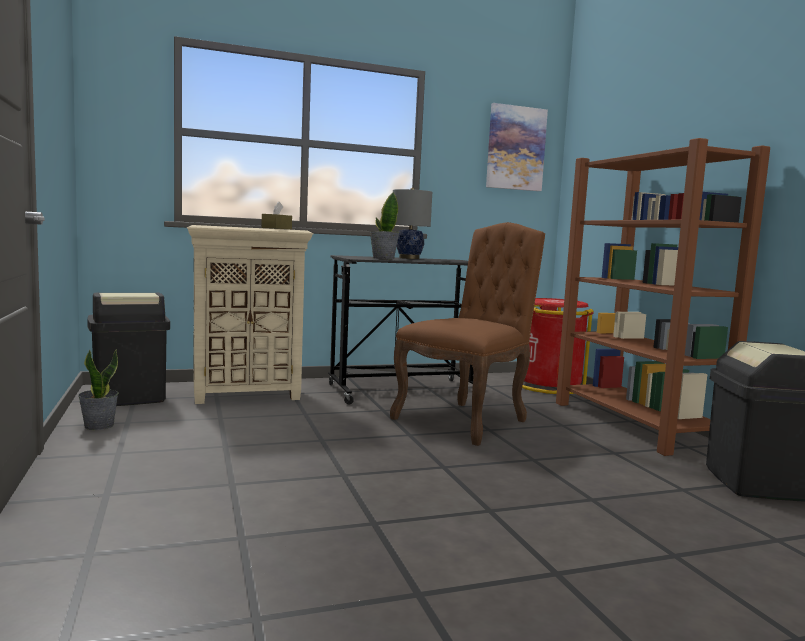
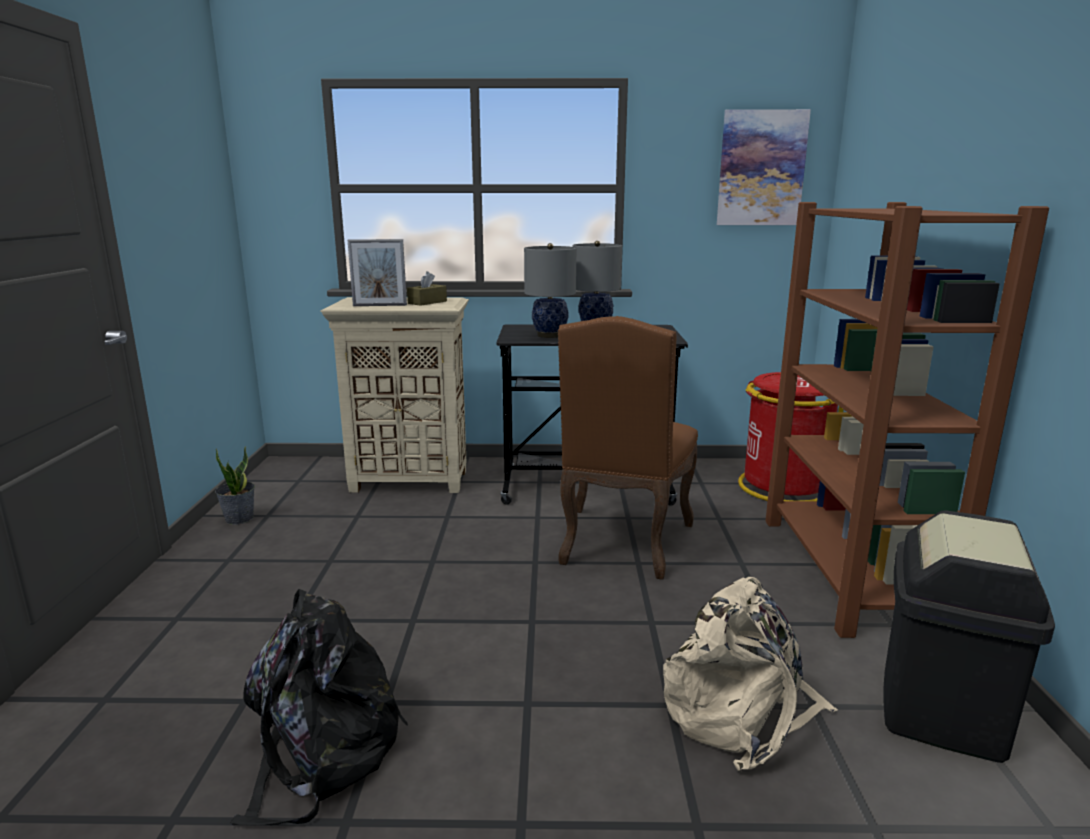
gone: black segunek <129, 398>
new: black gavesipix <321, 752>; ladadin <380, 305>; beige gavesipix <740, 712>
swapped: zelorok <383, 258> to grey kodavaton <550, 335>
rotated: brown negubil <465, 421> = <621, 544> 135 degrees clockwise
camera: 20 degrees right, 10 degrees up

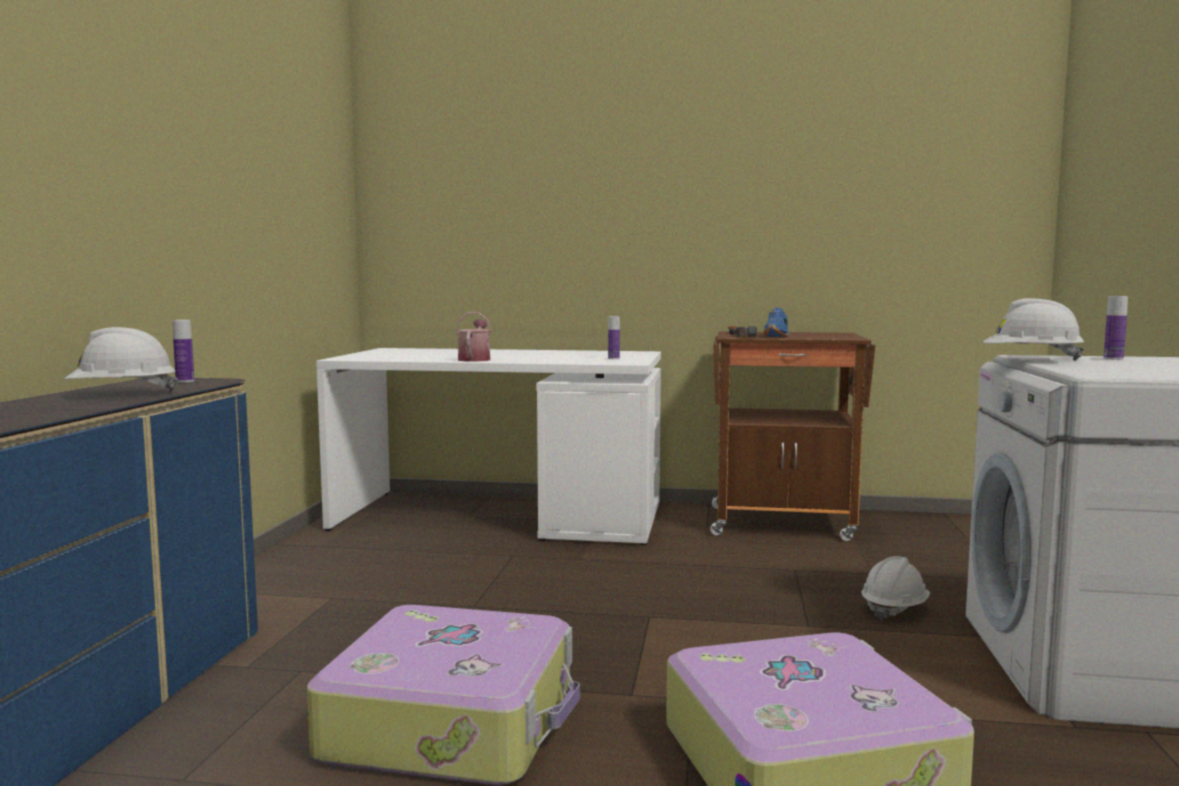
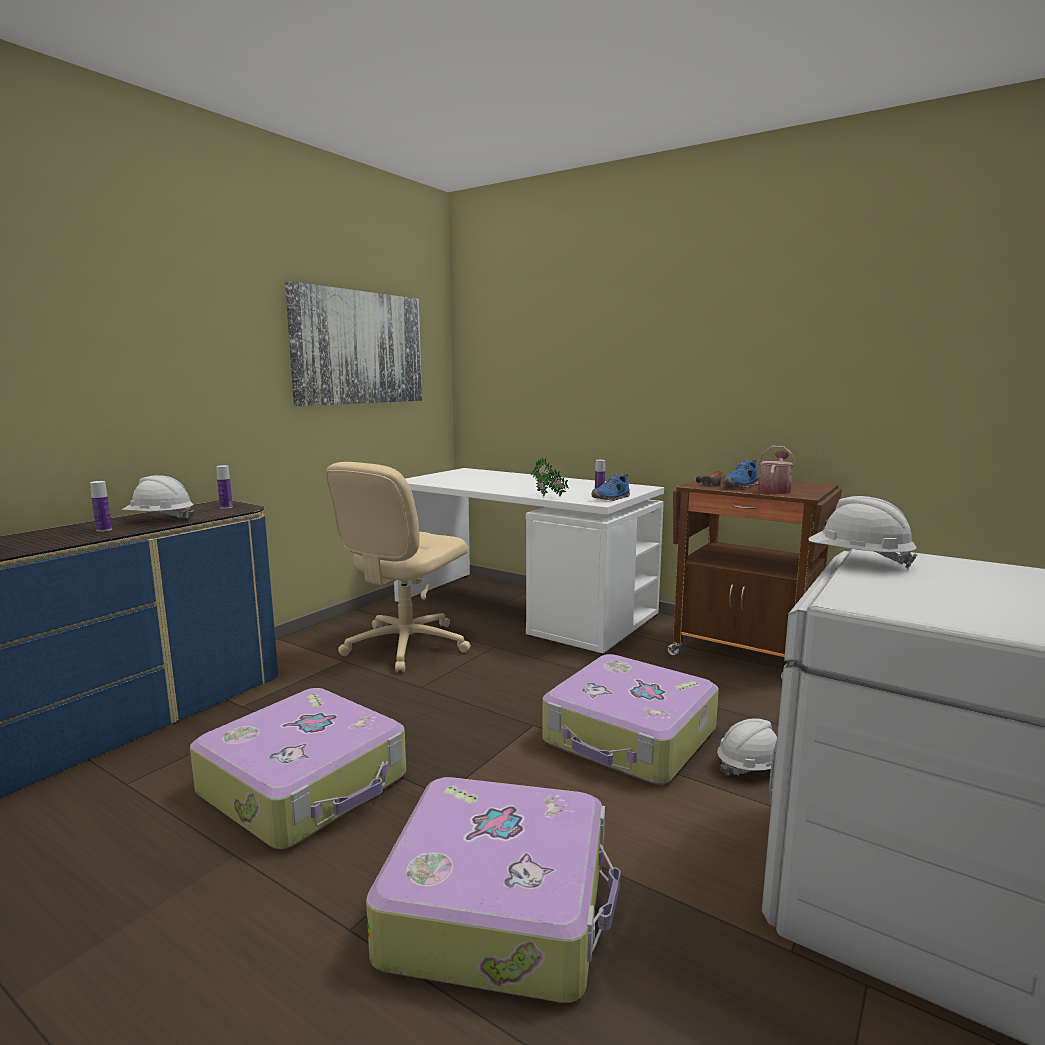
new: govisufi <359, 348>; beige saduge <406, 645>; zelorok <549, 497>; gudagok <630, 737>; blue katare <612, 498>
shifted: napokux <1113, 359> to <104, 530>; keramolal <475, 359> to <775, 490>
camera: 25 degrees right, 5 degrees up

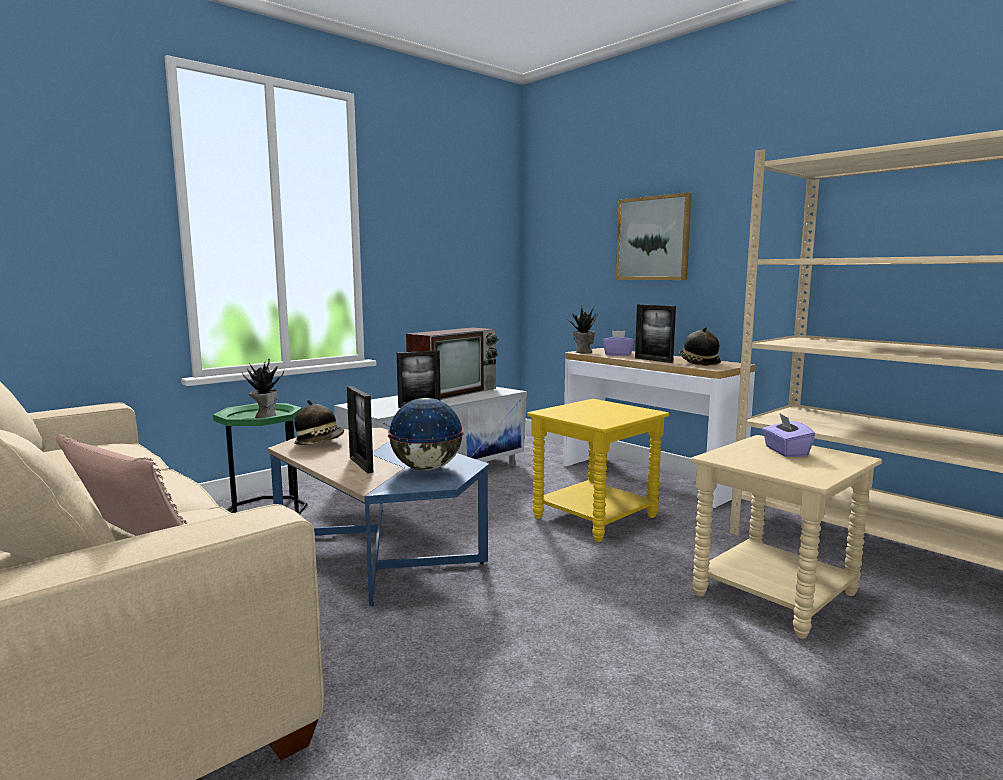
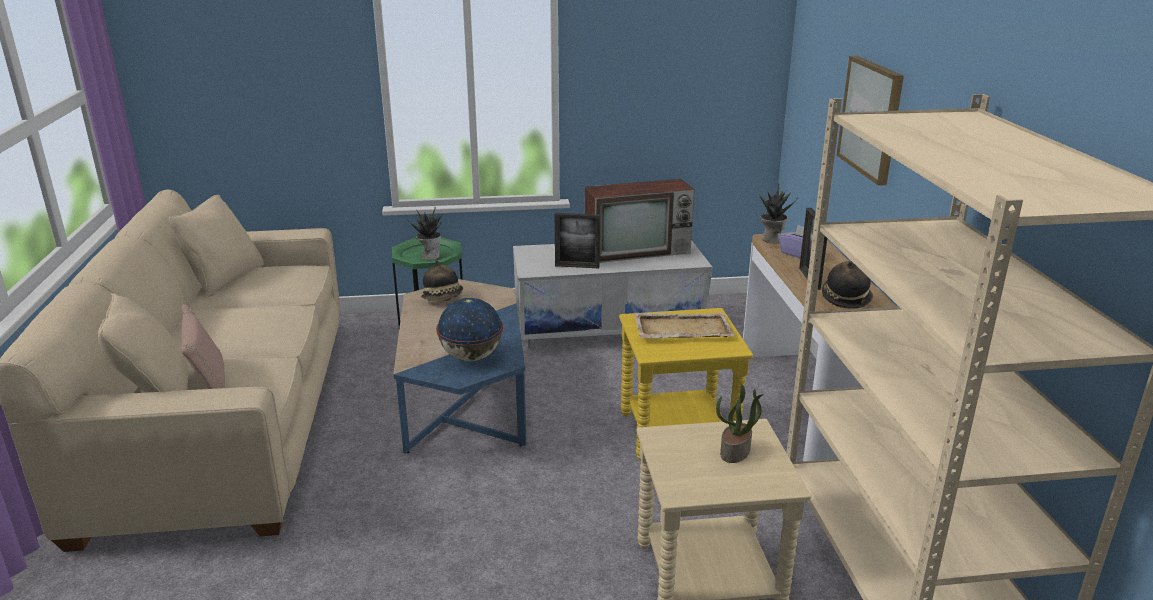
gone: ladadin <361, 464>
new: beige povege <681, 329>
swapped: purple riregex <785, 452> to zelorok <735, 452>
camera: 35 degrees right, 15 degrees up

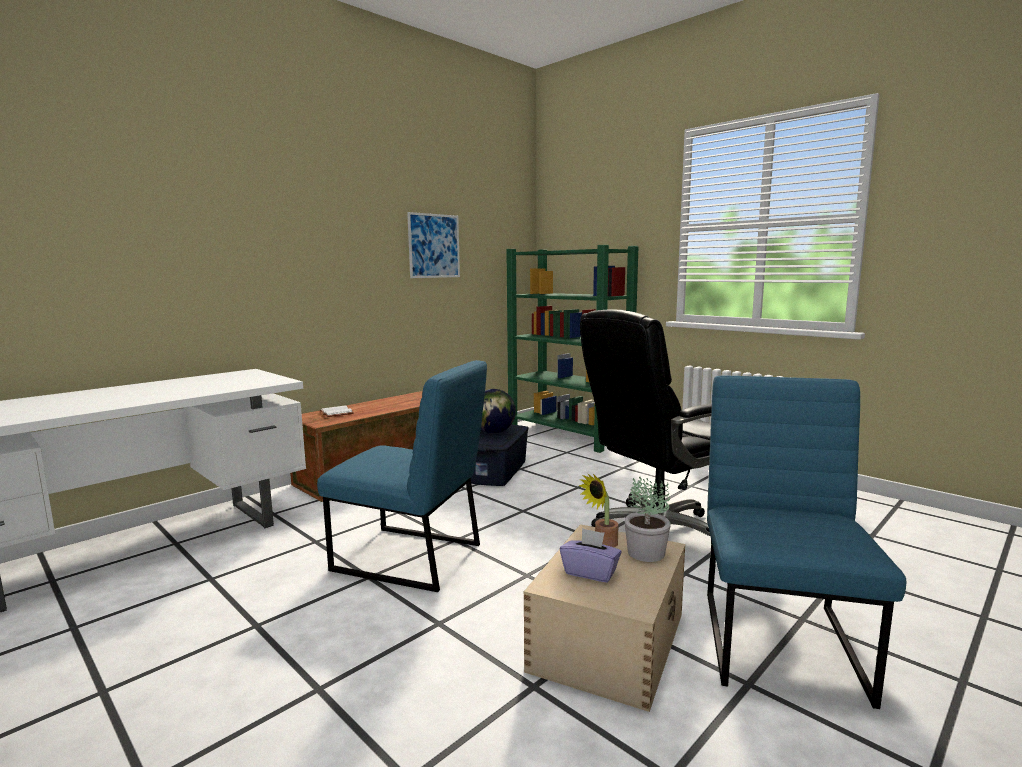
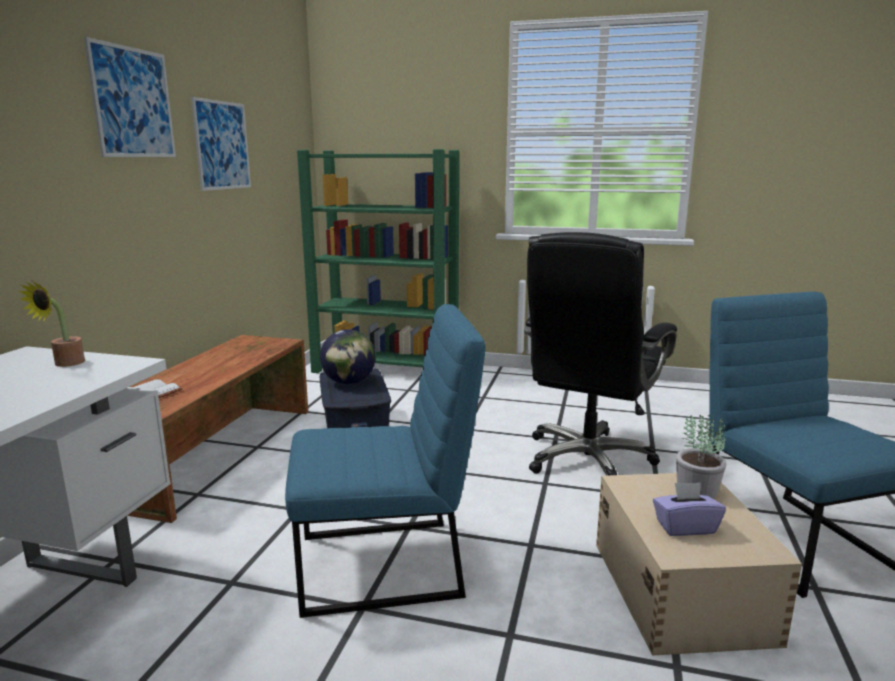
new: govisufi <133, 103>
shifted: zelorok <602, 544> to <64, 364>
camera: 30 degrees left, 5 degrees up

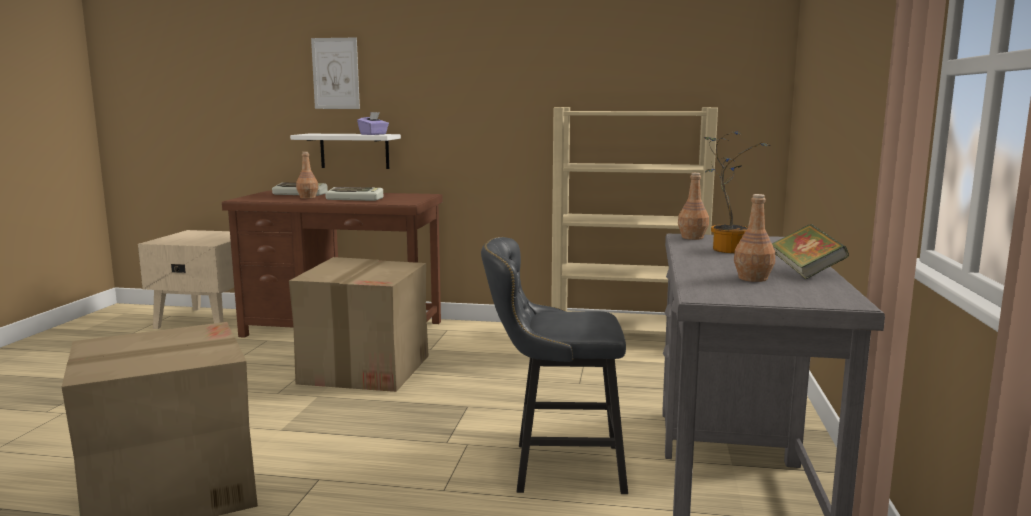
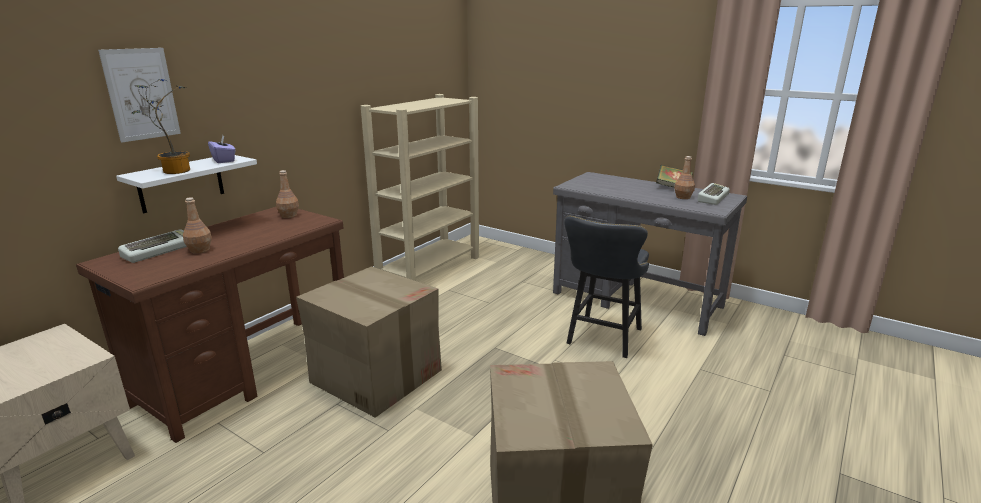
shifted: zelorok <726, 249> to <173, 171>; brown napokux <693, 237> to <289, 215>; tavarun <355, 199> to <712, 197>
camera: 65 degrees left, 10 degrees up

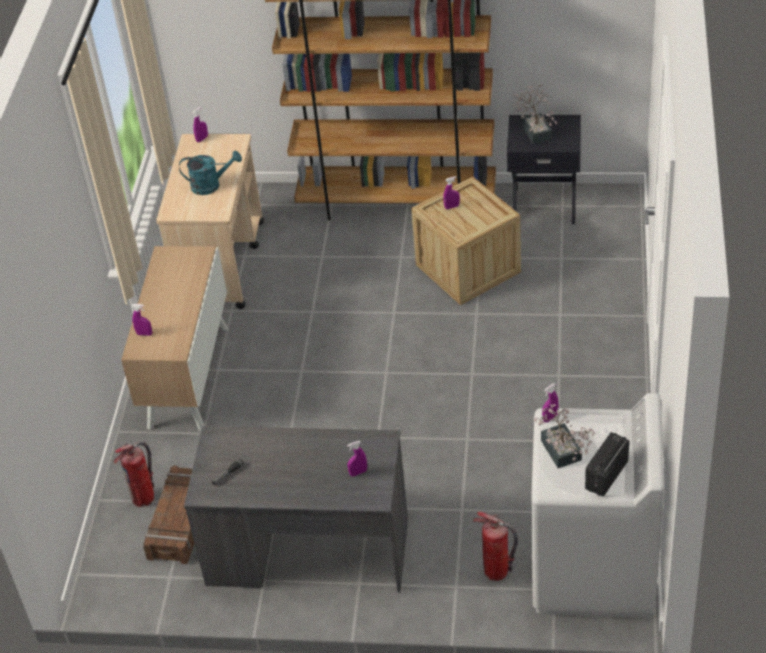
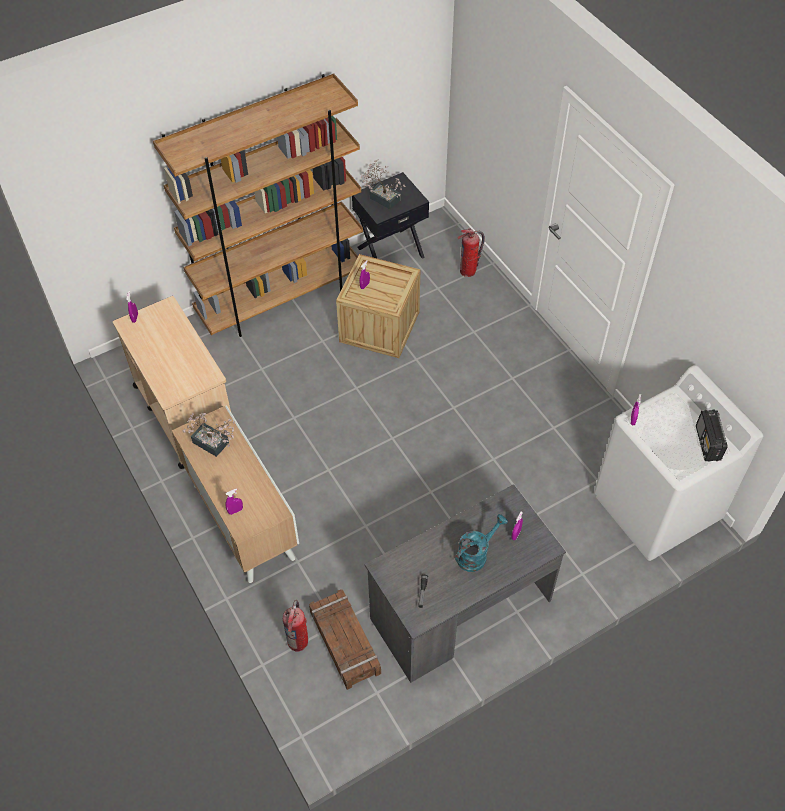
shifted: zelorok <563, 454> to <213, 445>; turquoise keramolal <211, 185> to <476, 554>; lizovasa <496, 571> to <468, 271>
camera: 40 degrees left, 10 degrees up

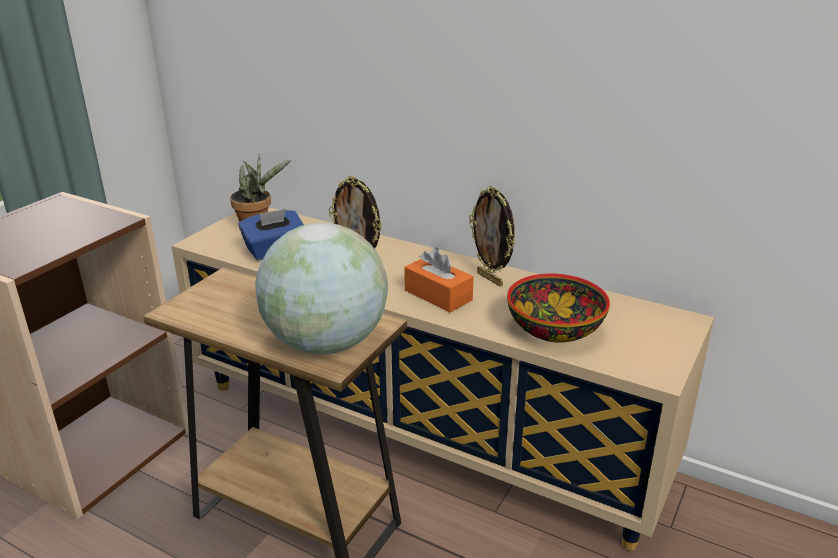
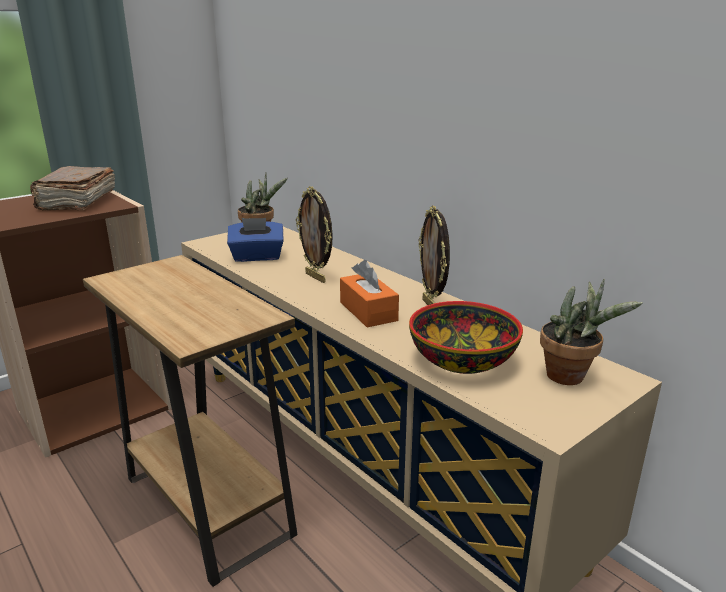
gone: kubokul <326, 343>
new: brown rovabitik <76, 202>; zelorok <571, 377>
camera: 20 degrees right, 5 degrees down

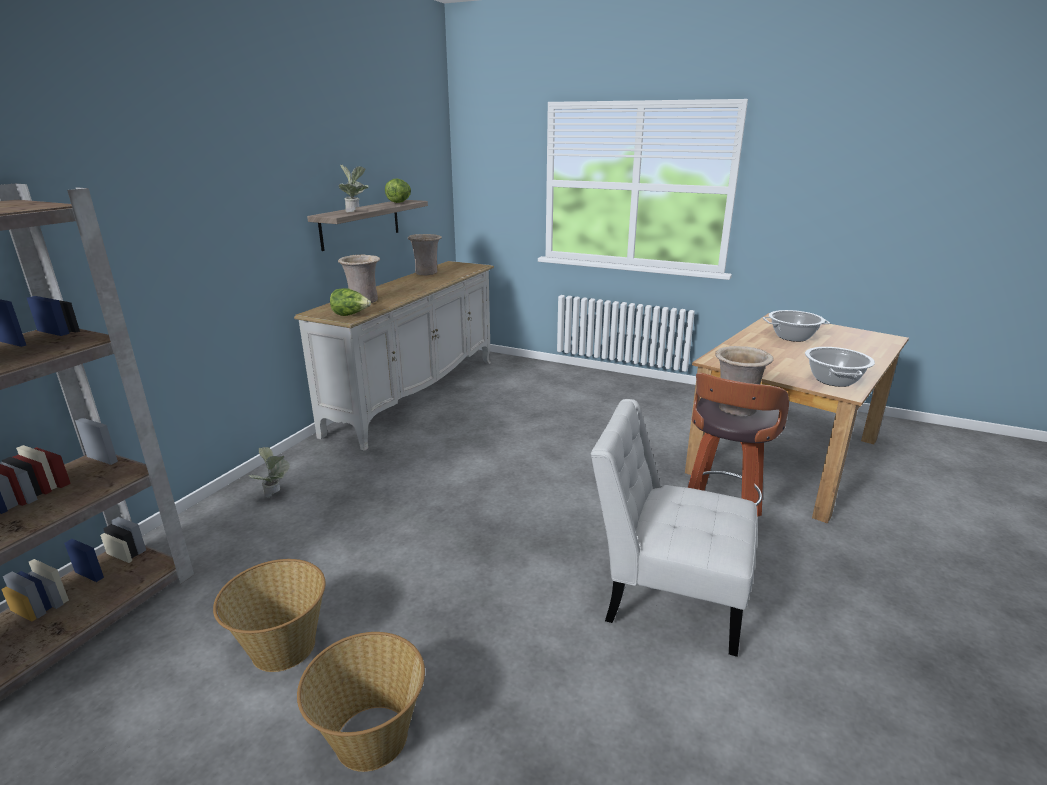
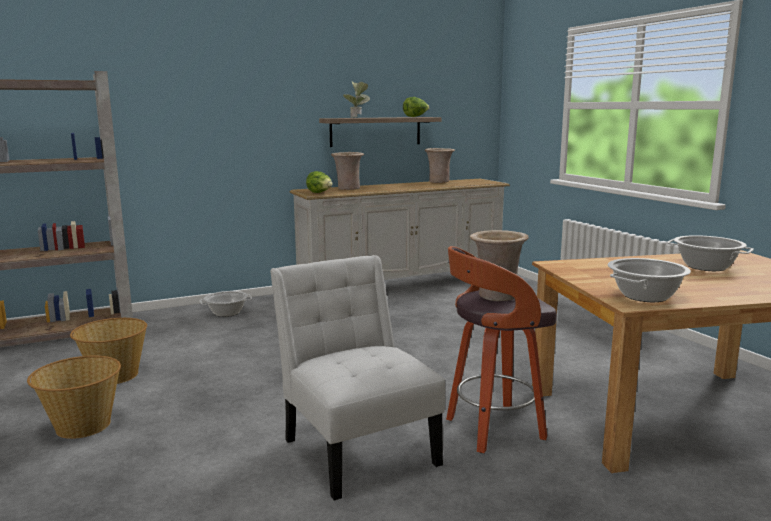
swapped: zelorok <275, 495> to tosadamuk <227, 313>
camera: 40 degrees right, 10 degrees down

